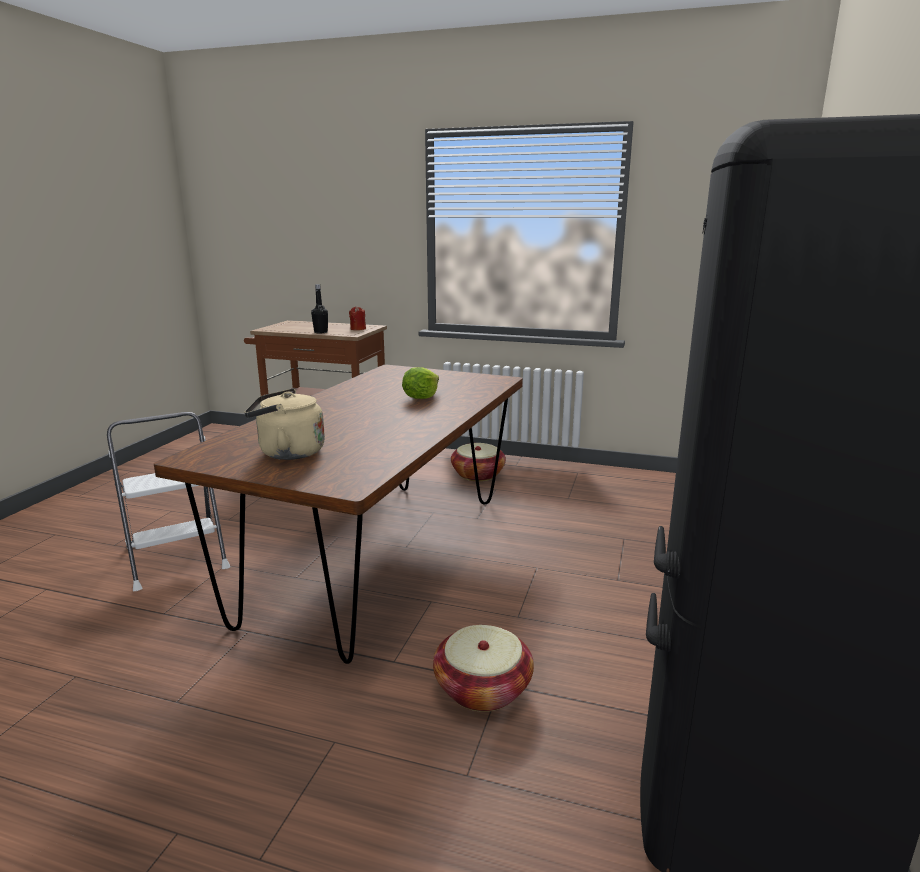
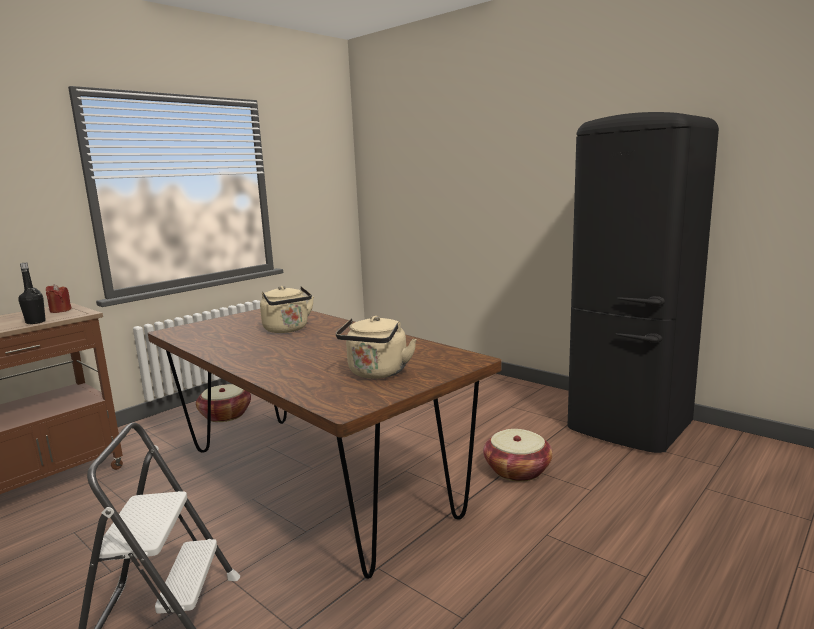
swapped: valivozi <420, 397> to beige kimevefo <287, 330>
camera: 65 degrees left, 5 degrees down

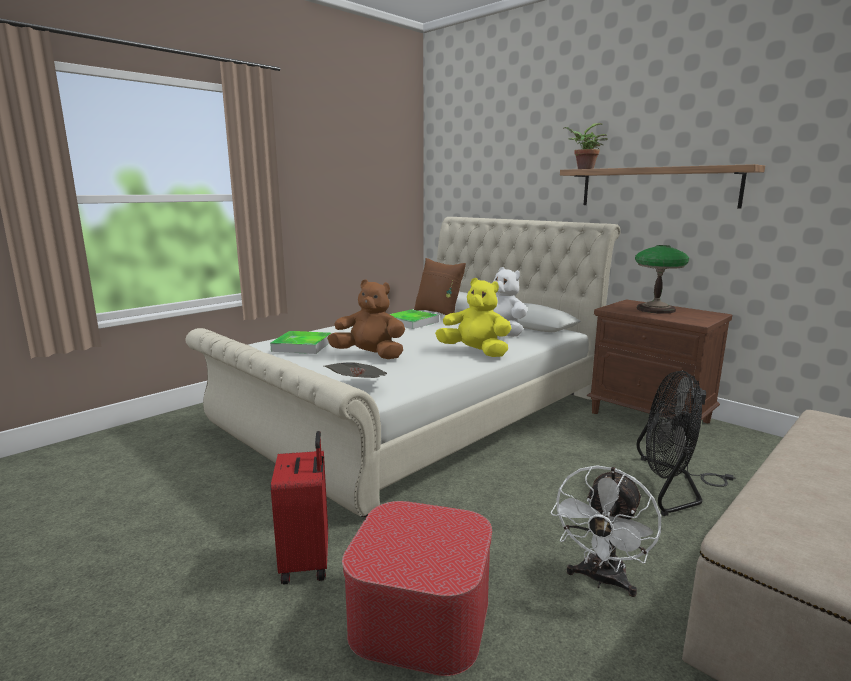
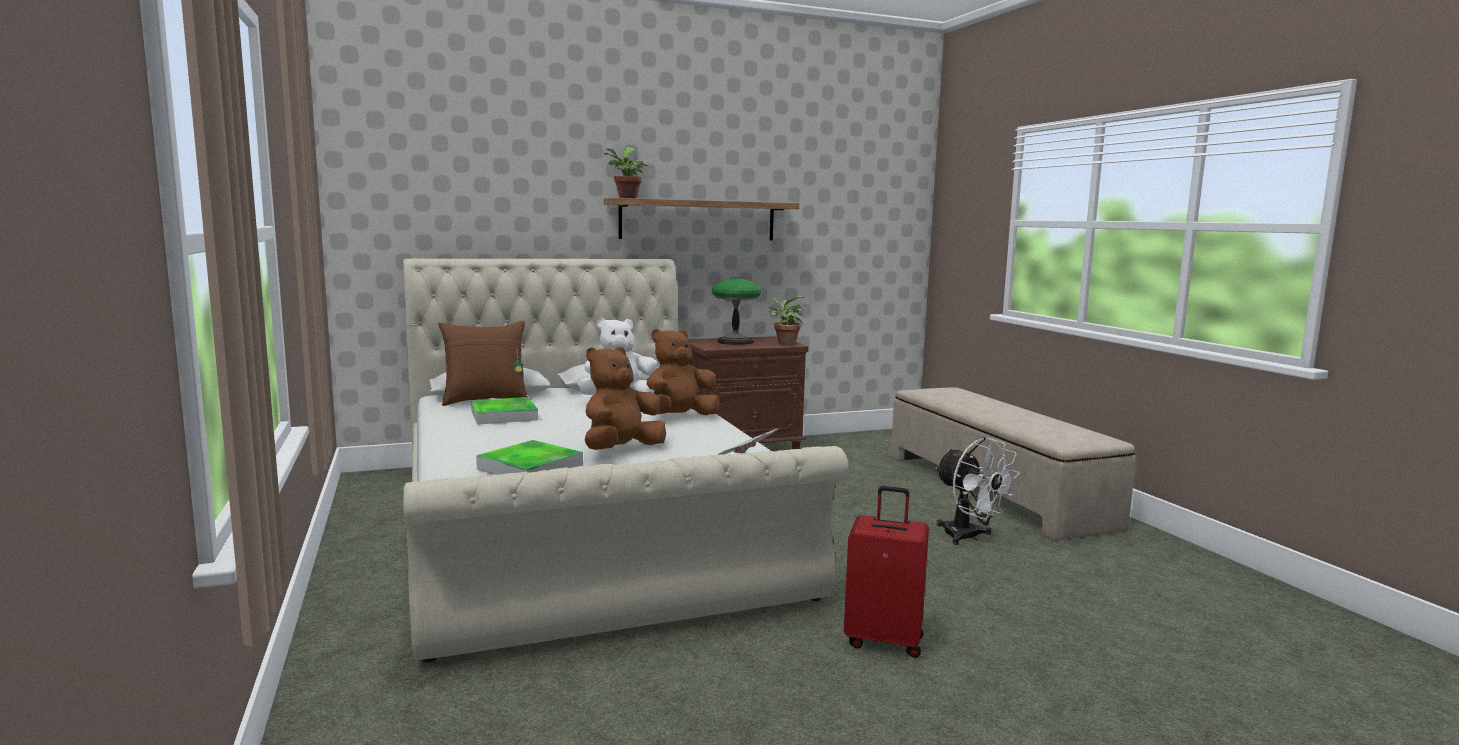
gone: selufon <420, 616>; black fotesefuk <675, 485>
new: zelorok <784, 343>
repainted: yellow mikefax <475, 352> to brown mikefax <679, 417>
camera: 65 degrees left, 5 degrees down

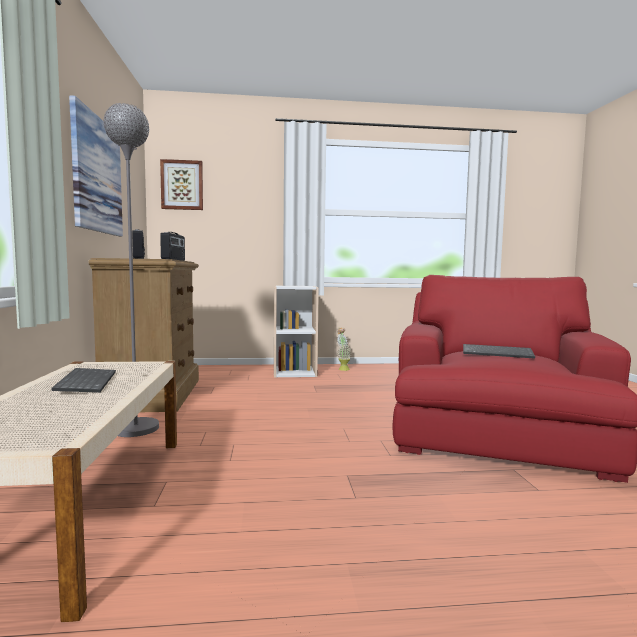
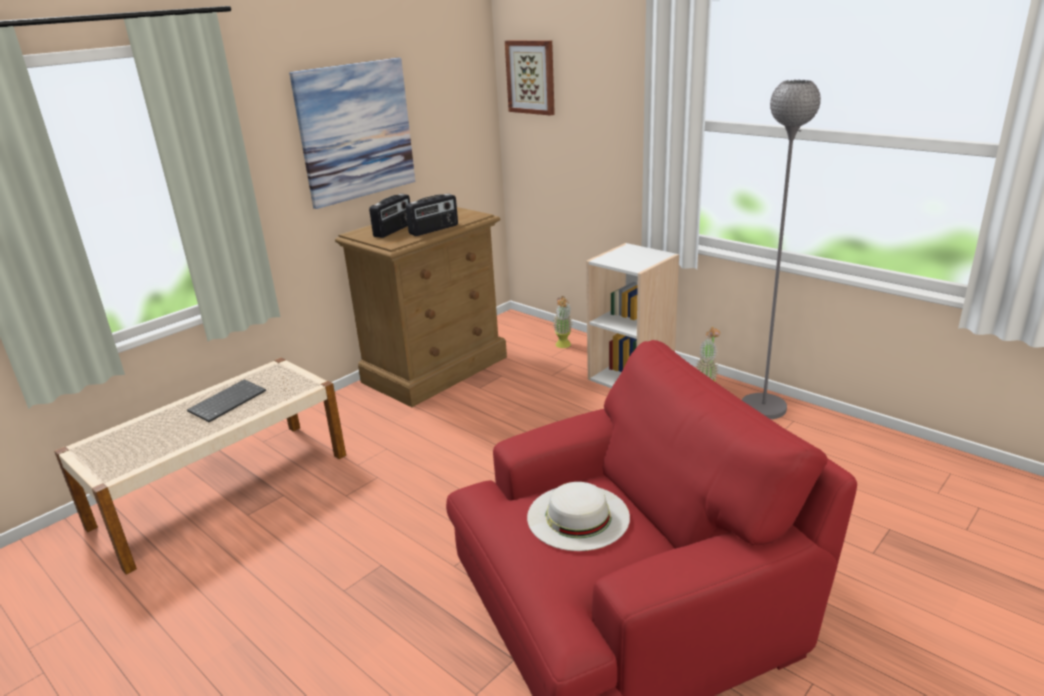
new: zelorok <563, 346>
shifted: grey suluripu <136, 429> to <764, 408>
swapped: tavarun <498, 353> to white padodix <578, 516>
camera: 50 degrees right, 20 degrees up

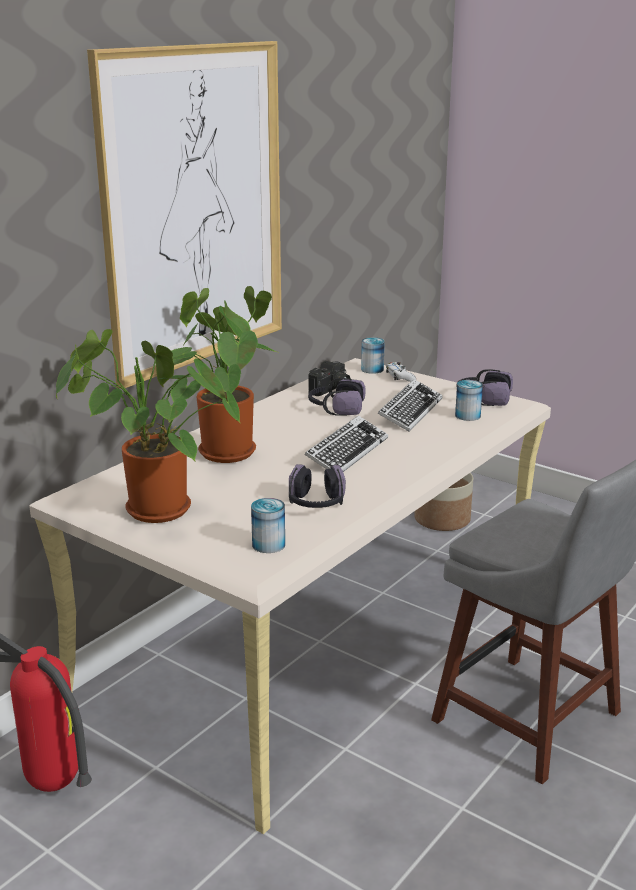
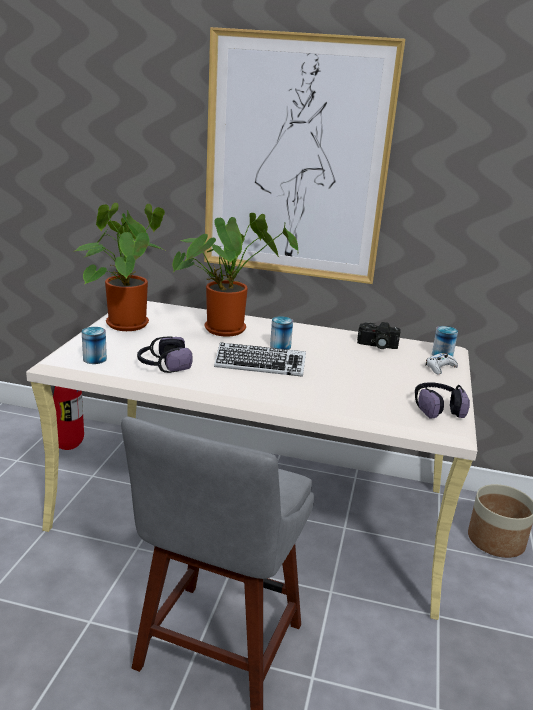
gone: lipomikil <336, 408>; tavarun <410, 411>
shifted: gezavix <467, 416> to <280, 346>
camera: 65 degrees right, 0 degrees up

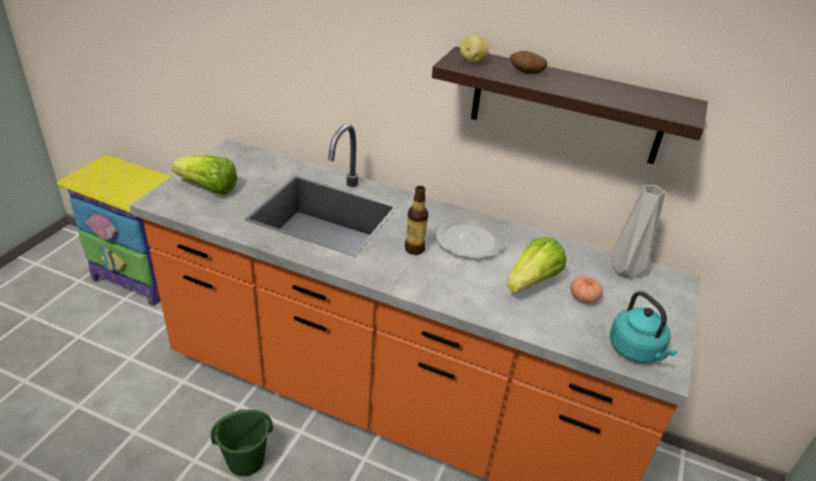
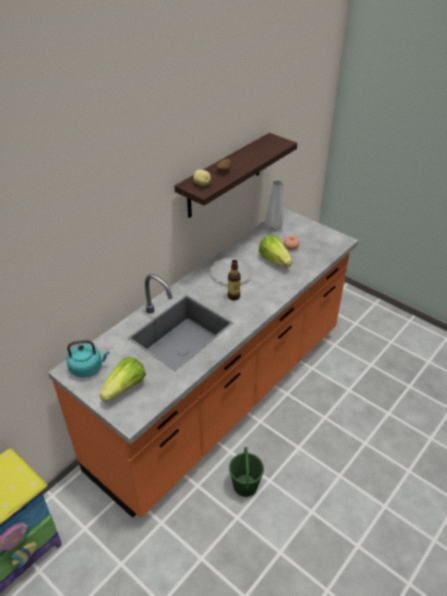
shifted: turquoise kimevefo <637, 350> to <88, 368>
camera: 70 degrees left, 5 degrees up

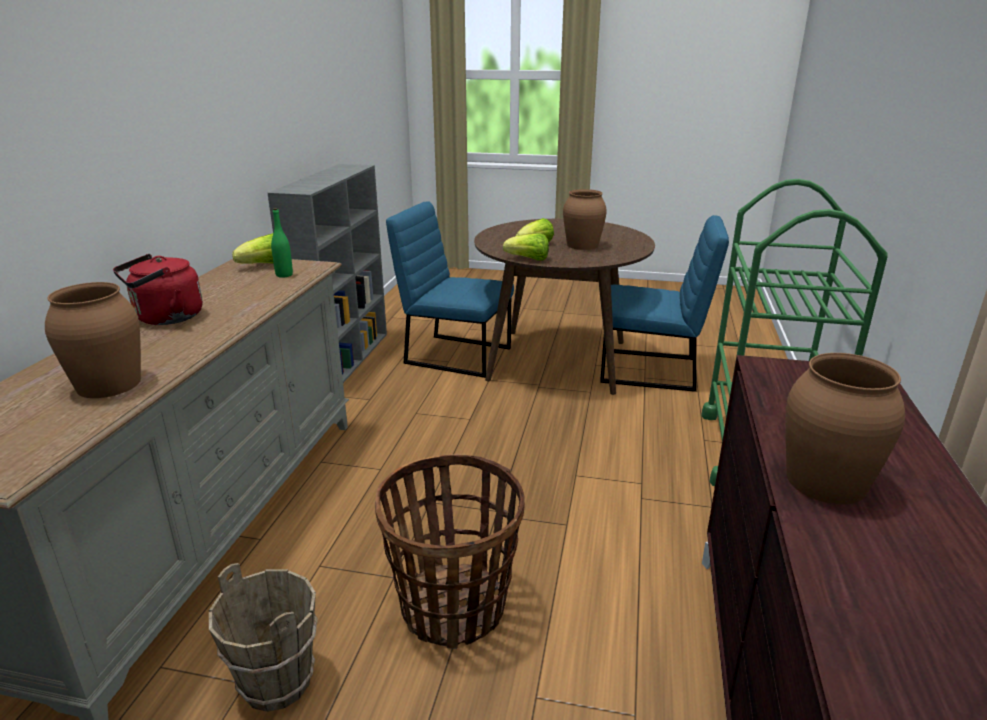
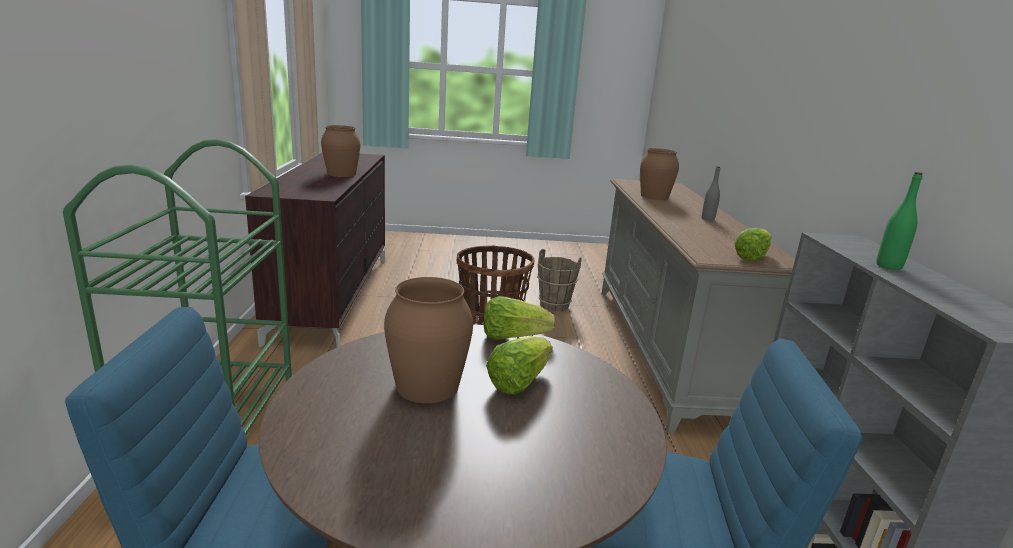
shifted: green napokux <284, 275> to <888, 266>
swapped: red kimevefo <165, 318> to grey napokux <708, 219>
camera: 165 degrees right, 5 degrees down

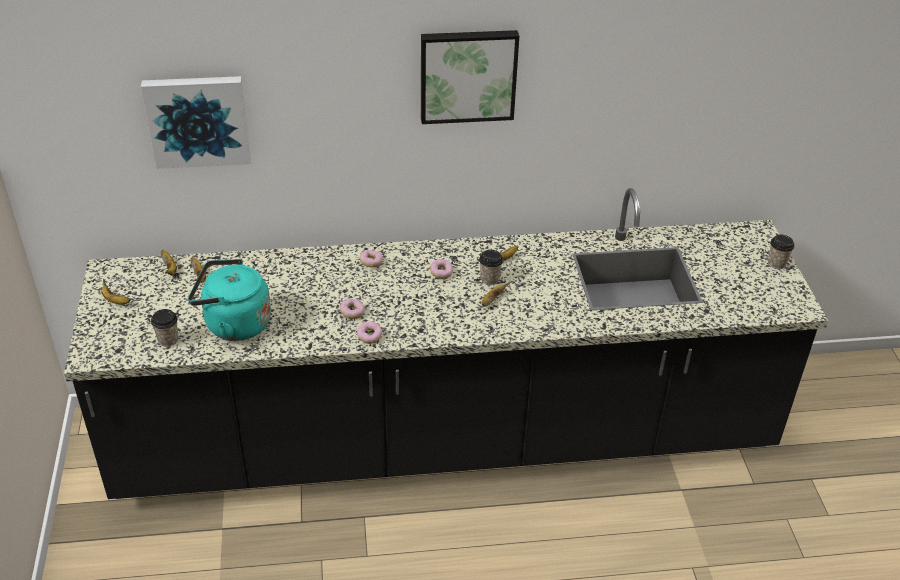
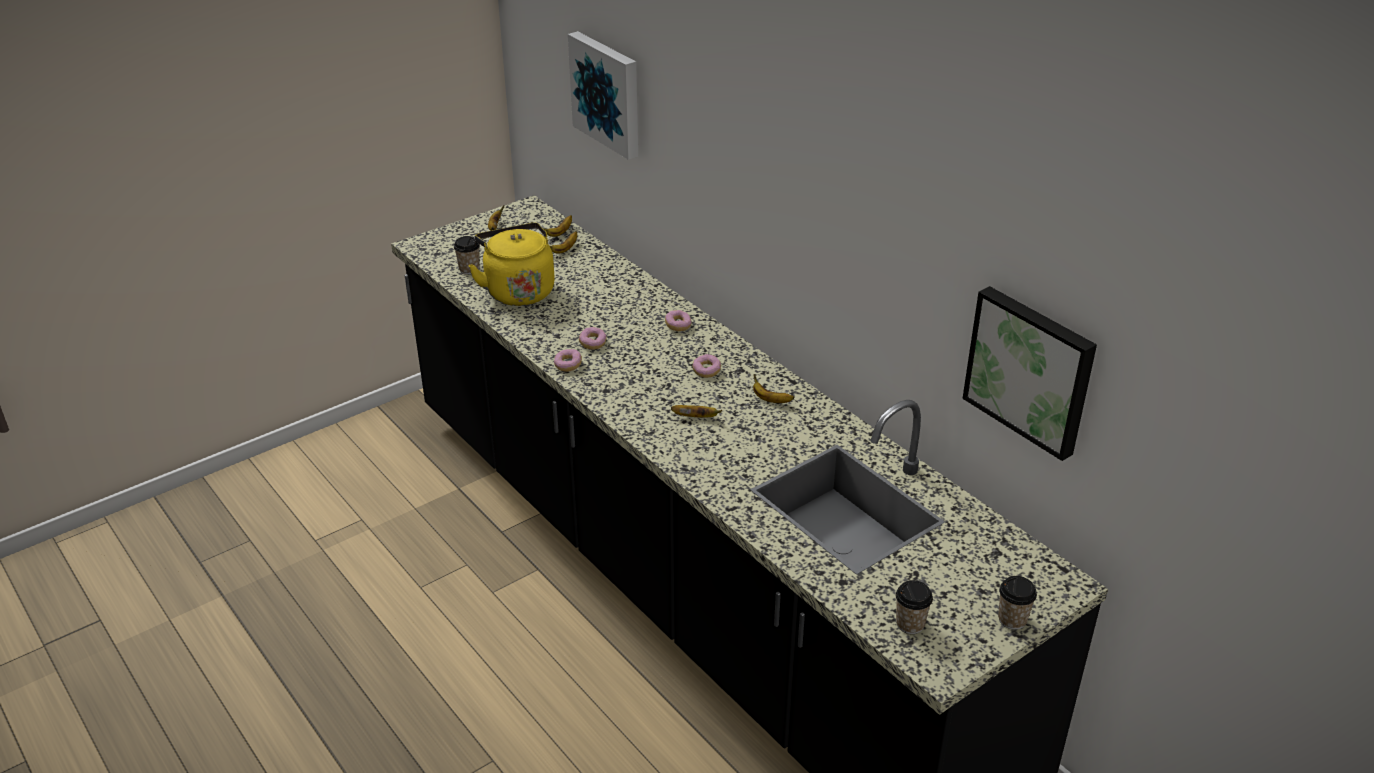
shifted: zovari <490, 279> to <910, 624>; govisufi <467, 75> to <1031, 370>
repainted: turquoise kimevefo <233, 324> to yellow kimevefo <518, 290>
camera: 60 degrees right, 5 degrees down

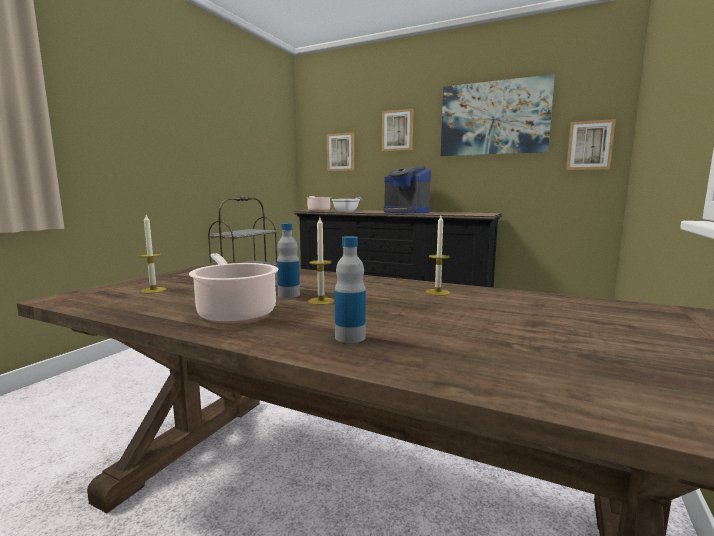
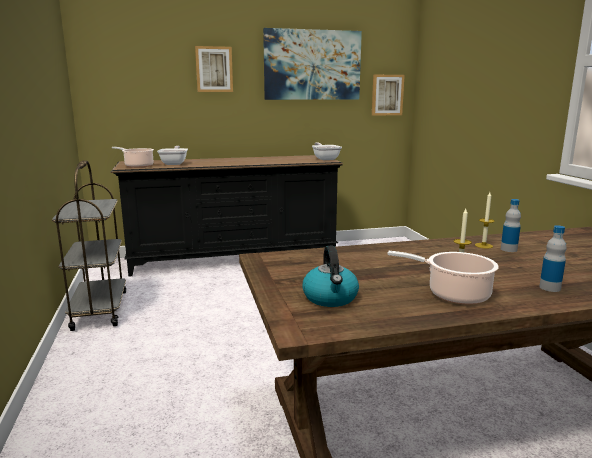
gone: govisufi <341, 152>; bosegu <406, 212>
new: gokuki <325, 159>
shifted: napokux <289, 295> to <508, 249>
swapped: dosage <153, 290> to kimevefo <330, 298>
camera: 40 degrees left, 5 degrees up

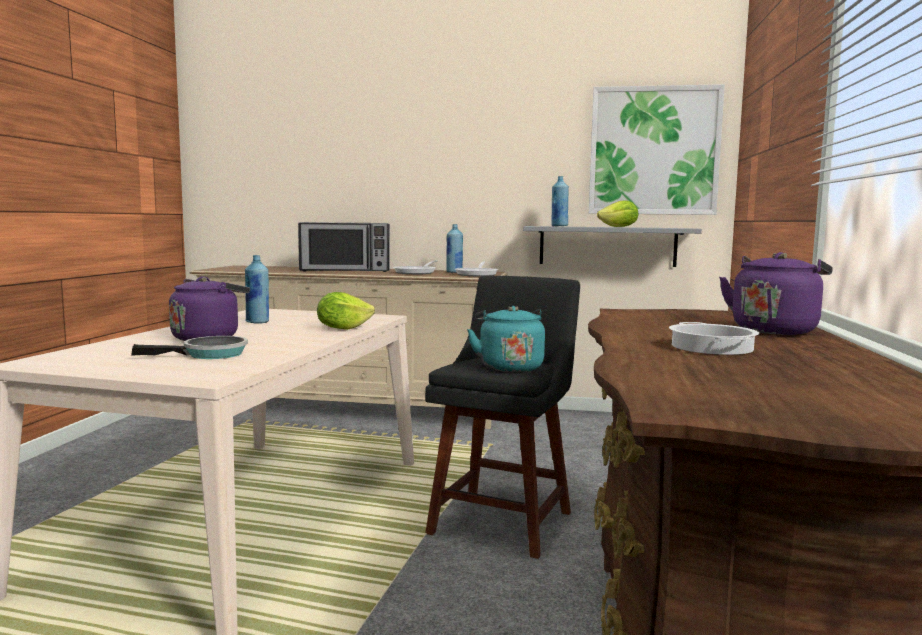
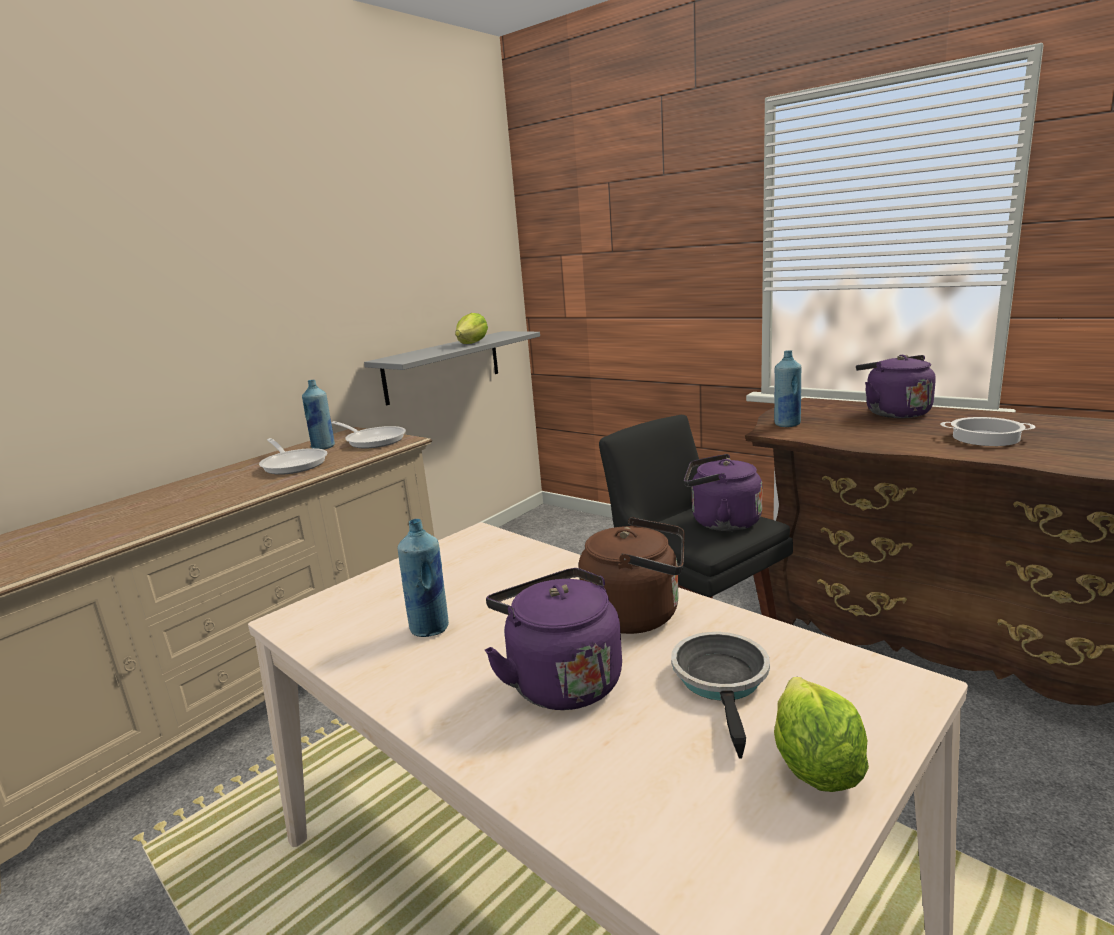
gone: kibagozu <346, 270>; govisufi <654, 151>
new: brown kimevefo <638, 615>
shifted: blue napokux <559, 226> to <786, 424>; valivozi <342, 328> to <814, 766>
repainted: turquoise kimevefo <509, 367> to purple kimevefo <721, 522>
camera: 60 degrees left, 10 degrees up

